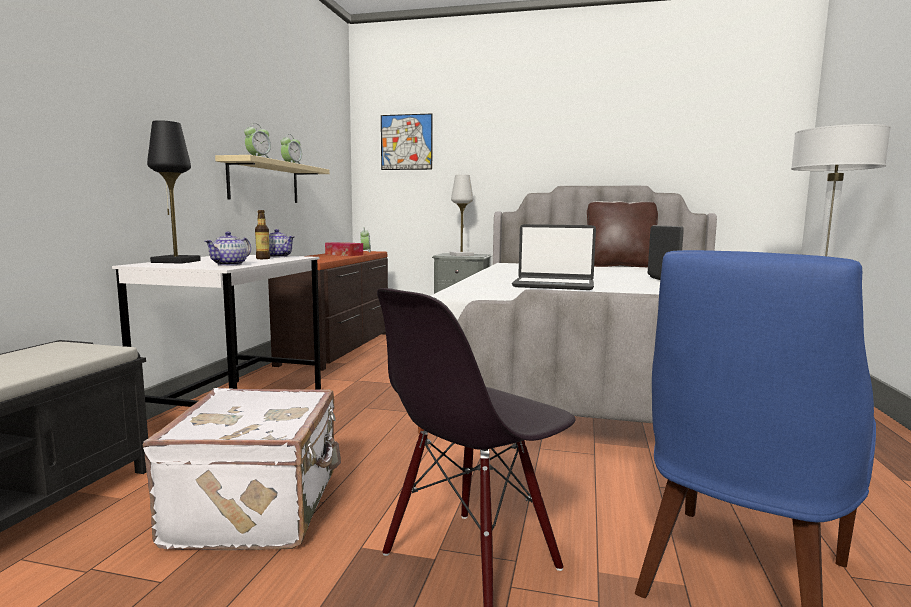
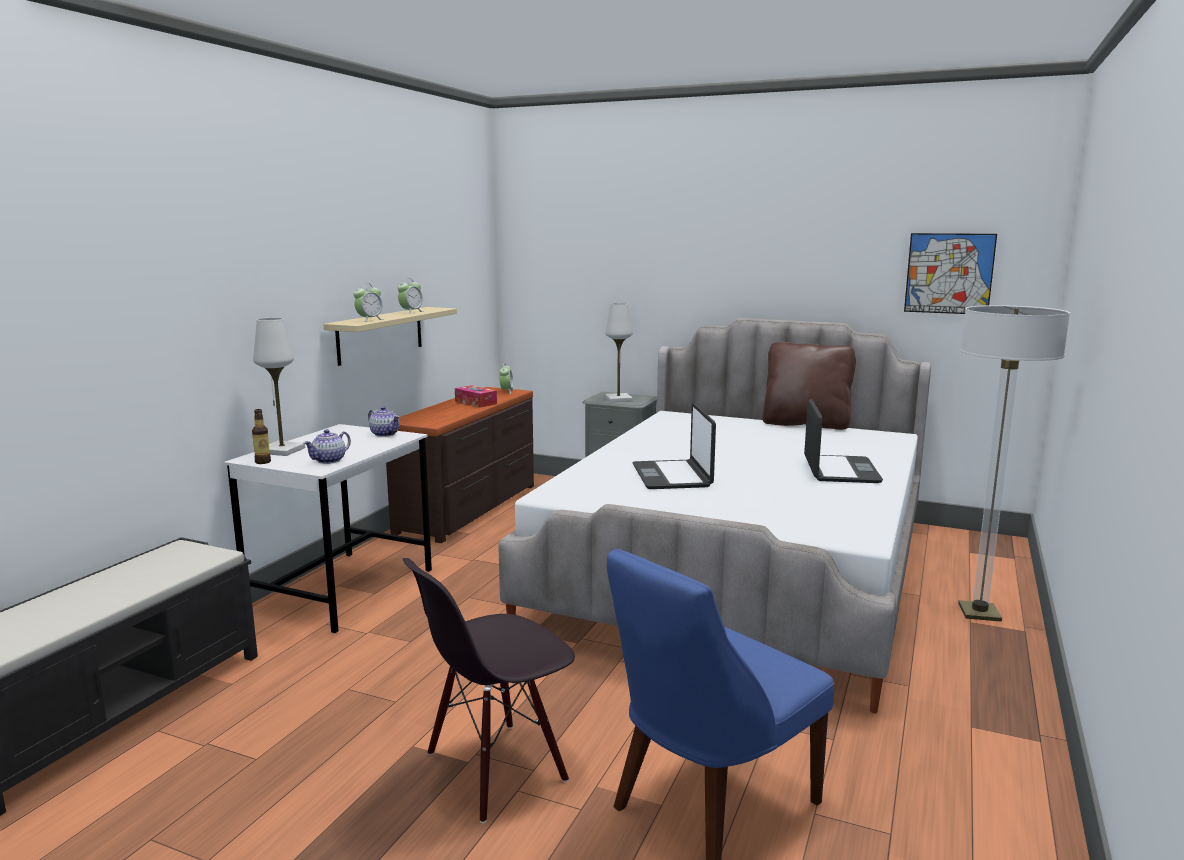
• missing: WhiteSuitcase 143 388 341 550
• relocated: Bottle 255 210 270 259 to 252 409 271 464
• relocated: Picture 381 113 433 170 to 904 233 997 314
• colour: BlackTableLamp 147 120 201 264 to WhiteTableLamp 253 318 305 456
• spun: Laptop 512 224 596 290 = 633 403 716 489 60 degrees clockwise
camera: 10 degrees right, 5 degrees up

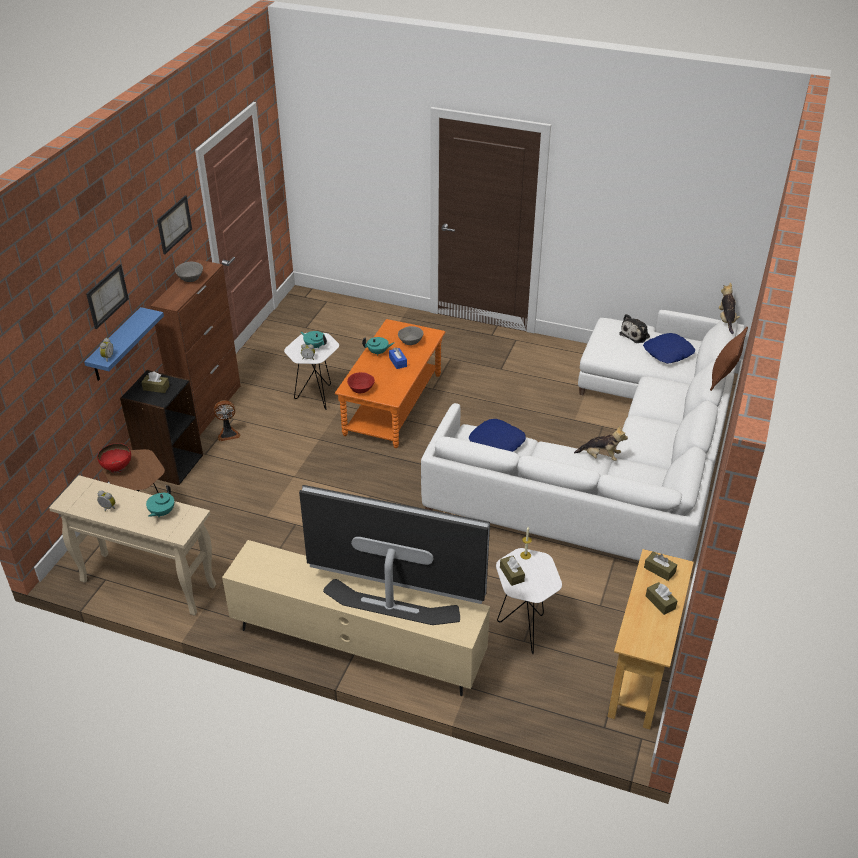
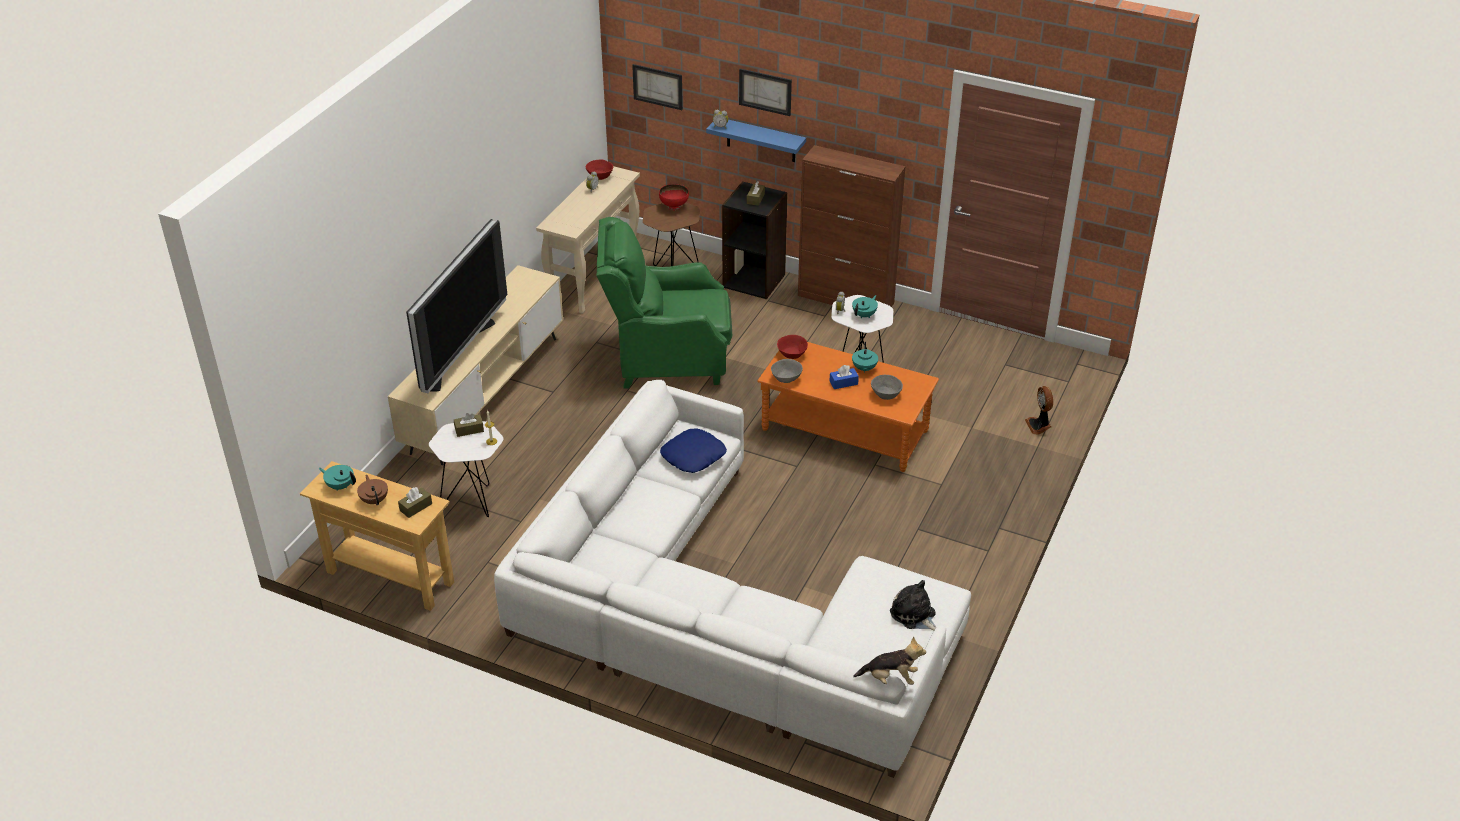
• missing: PlushToy 574 425 628 461
• missing: BluePillow 643 333 695 364
• missing: BrownPillow 710 327 748 391
• appeared: RedBowl 586 160 613 180
• appeared: GreenArmchair 596 217 732 388
• relocated: TurquoiseTeapot 146 485 174 517 to 319 465 356 490
• relocated: Picture 157 195 192 254 to 632 64 683 110
• relocated: GreyBowl 175 262 203 282 to 771 359 803 383
• relocated: Fan 214 400 241 441 to 1025 386 1053 435
• exchanged: BrownTissueBox 646 582 677 615 to BrownTeapot 357 475 388 505
camera: 95 degrees right, 0 degrees up

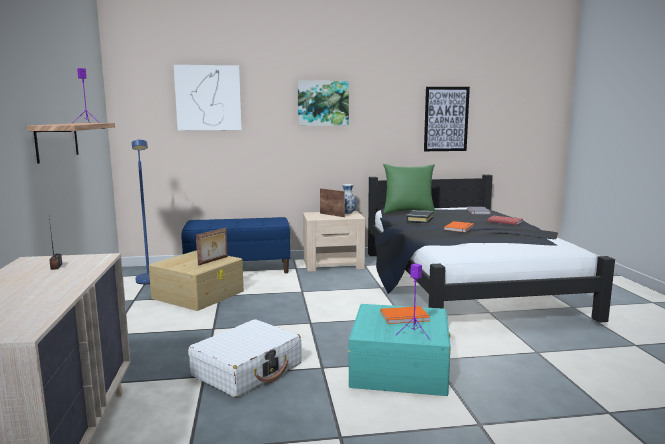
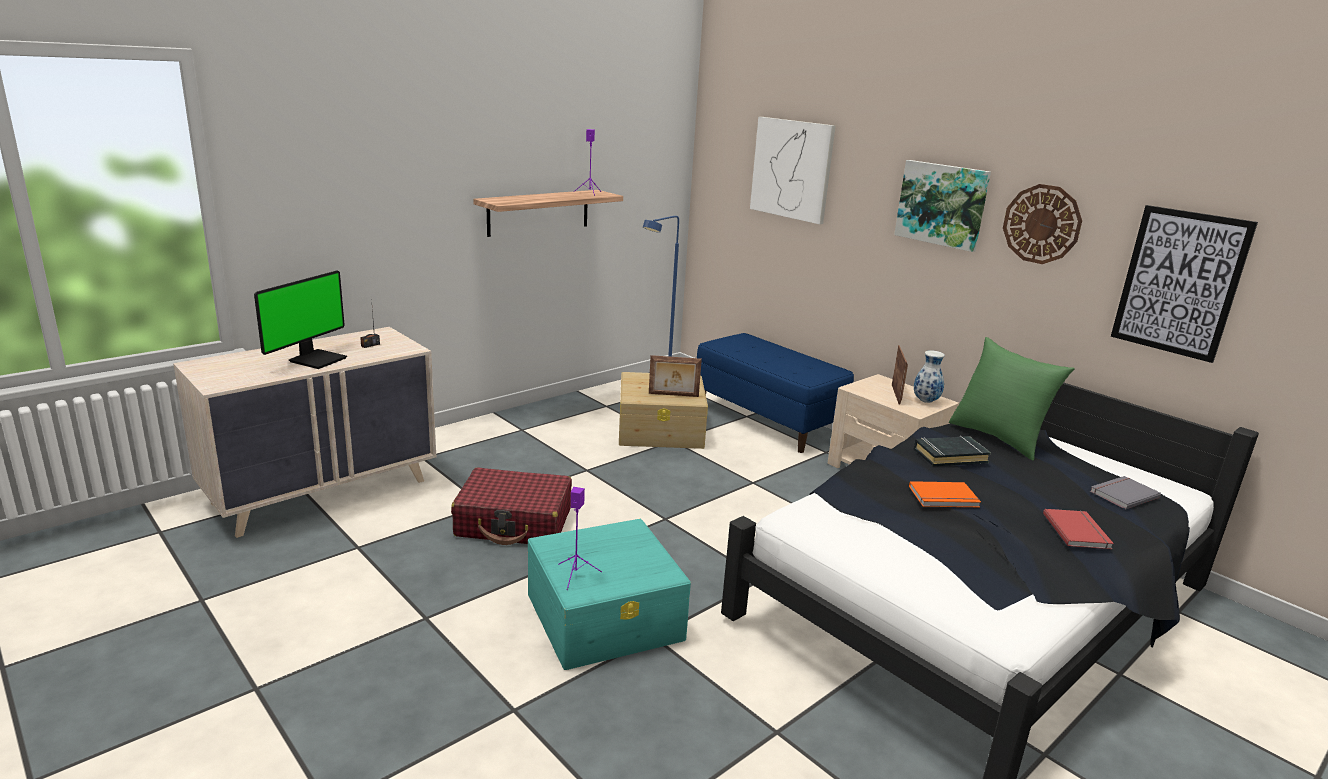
• missing: OrangeBook 381 306 430 324
• appeared: Monitor 254 271 347 369
• appeared: WallClock 1003 184 1082 264
• colour: WhiteSuitcase 188 319 302 398 to RedSuitcase 451 467 572 545
camera: 55 degrees right, 10 degrees up

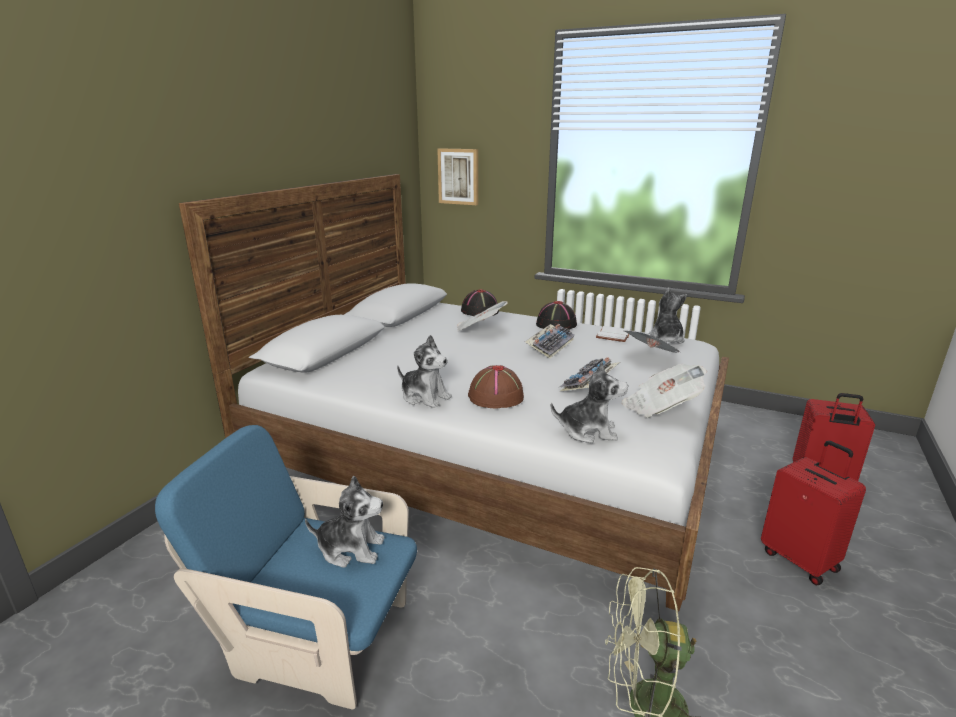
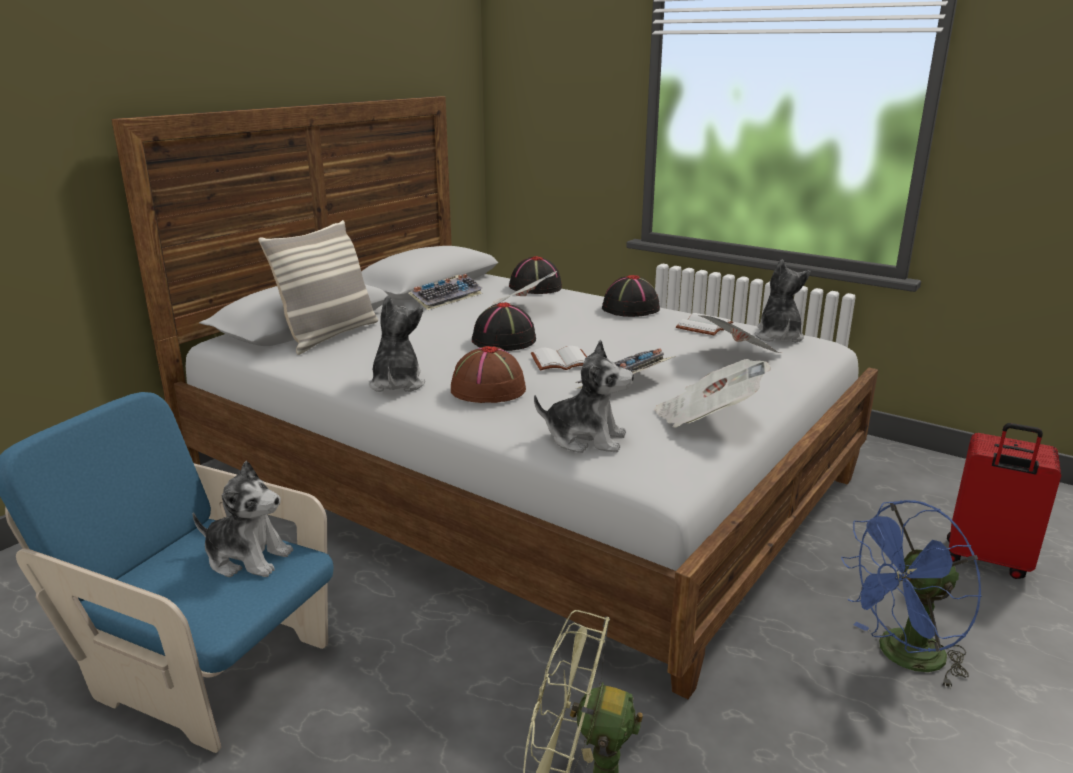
• missing: Picture 437 148 478 205
• appeared: Pillow 258 220 378 355
• appeared: BlackHat 472 302 536 351
• appeared: WhiteBook 531 346 587 371
• relocated: Keyboard 525 324 575 359 to 408 274 483 310
• exchanged: RedSuitcase 761 441 866 585 to BlueFan 841 500 982 690
• spun: PlushToy 397 335 452 408 = 369 296 425 392 135 degrees counterclockwise
camera: 10 degrees right, 0 degrees up

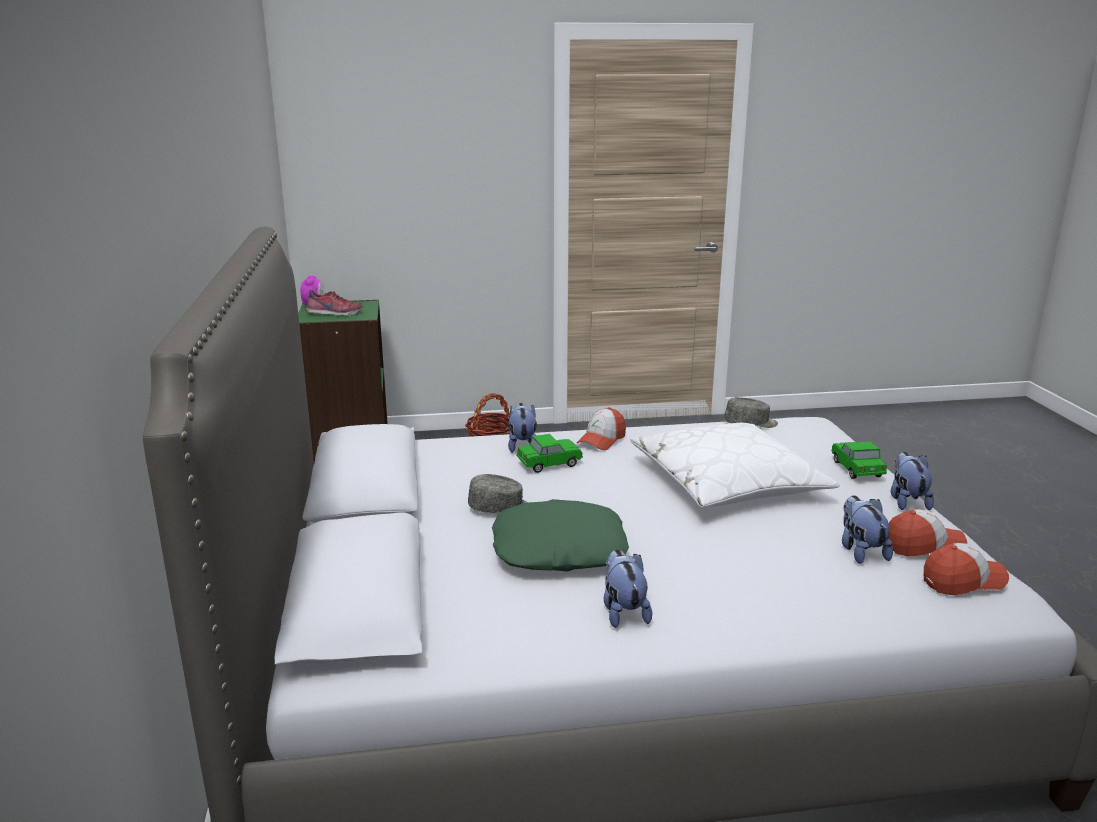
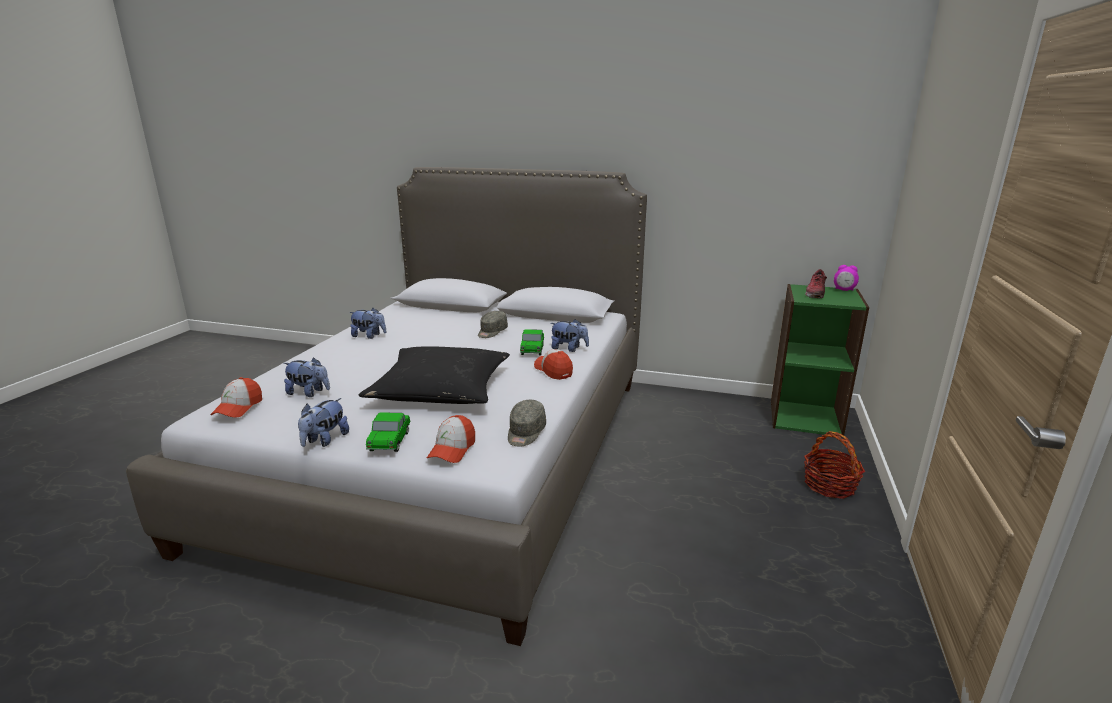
• missing: GreenPillow 492 499 629 572
• relocated: Cap 888 509 967 556 to 427 415 475 463
• colour: WhitePillow 630 423 840 508 to BlackPillow 359 346 510 404
• spun: ToyCar 831 441 887 479 = 366 412 410 452 75 degrees clockwise
• spun: PlushToy 891 452 934 510 = 298 398 349 447 90 degrees clockwise
camera: 115 degrees right, 0 degrees up

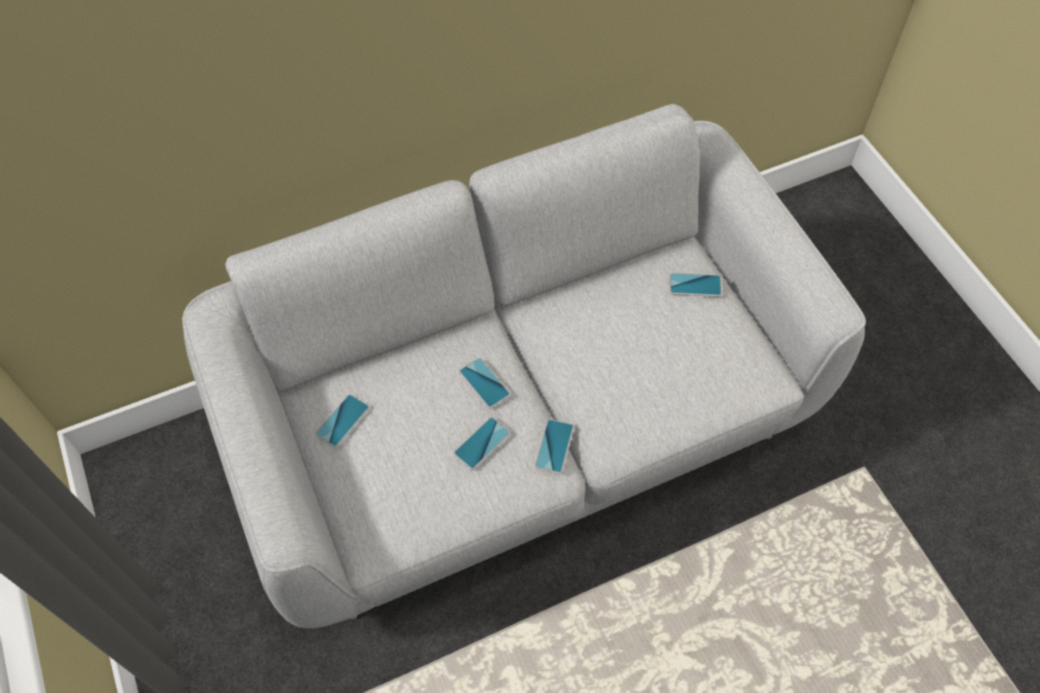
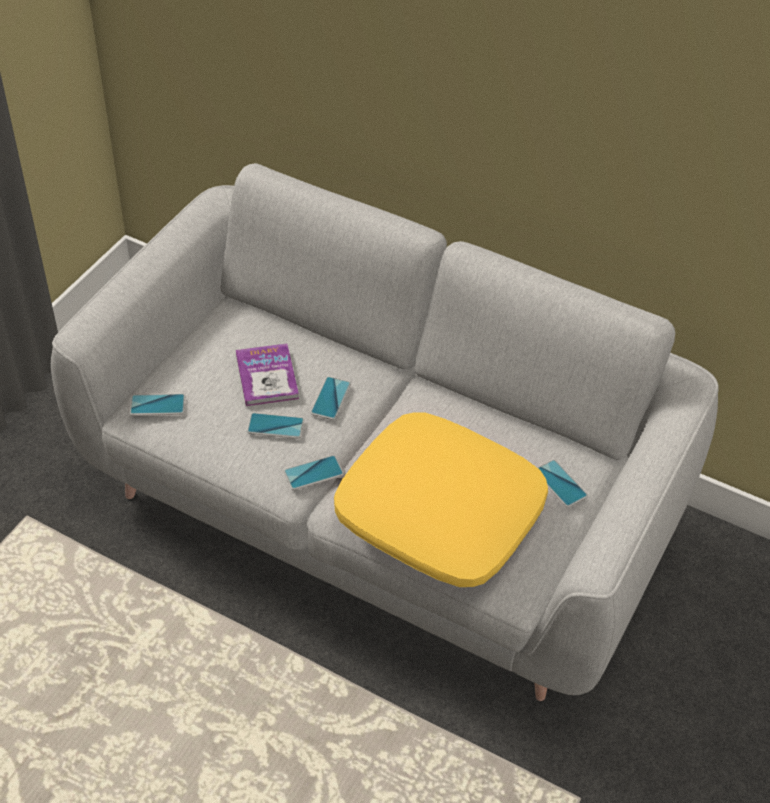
• appeared: Book 236 344 299 406
• appeared: YellowPillow 334 412 548 587
• relocated: Phone 315 394 370 448 to 129 394 185 416
camera: 50 degrees right, 10 degrees down

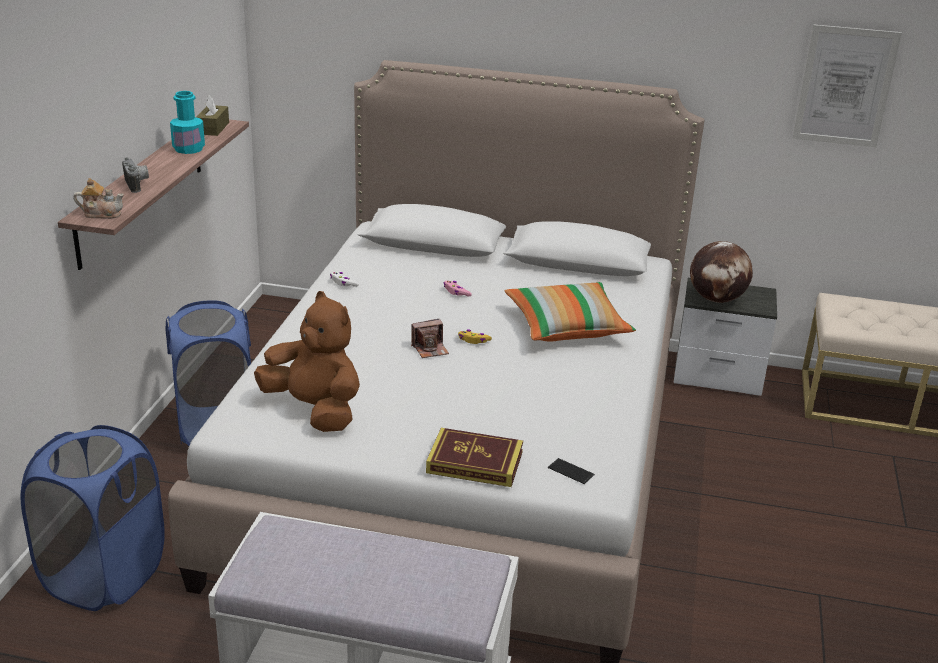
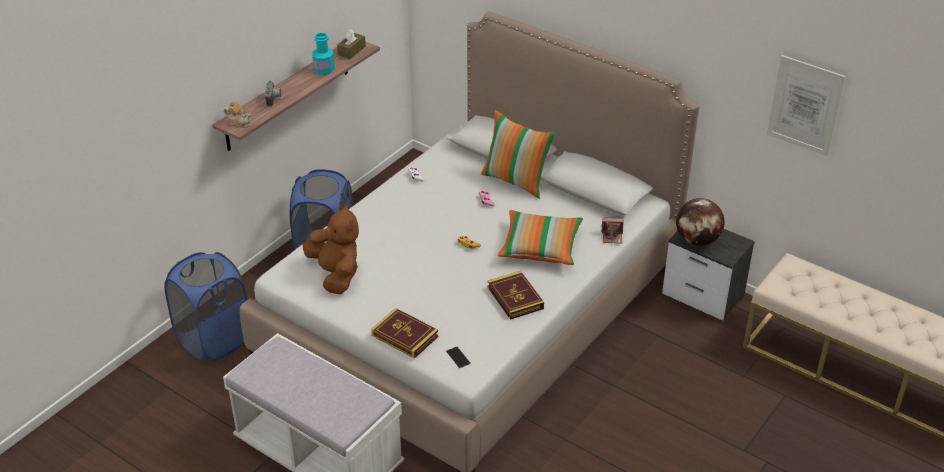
• appeared: Pillow 481 110 556 199
• appeared: Book 487 271 544 320
• relocated: PhotoCamera 411 319 449 358 to 601 217 624 244
camera: 25 degrees right, 10 degrees up

